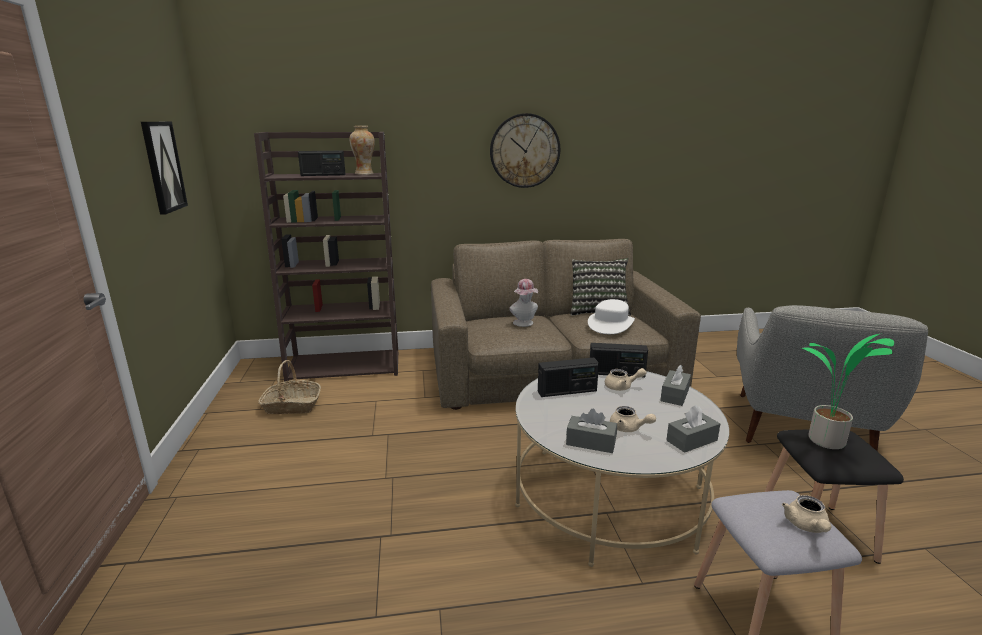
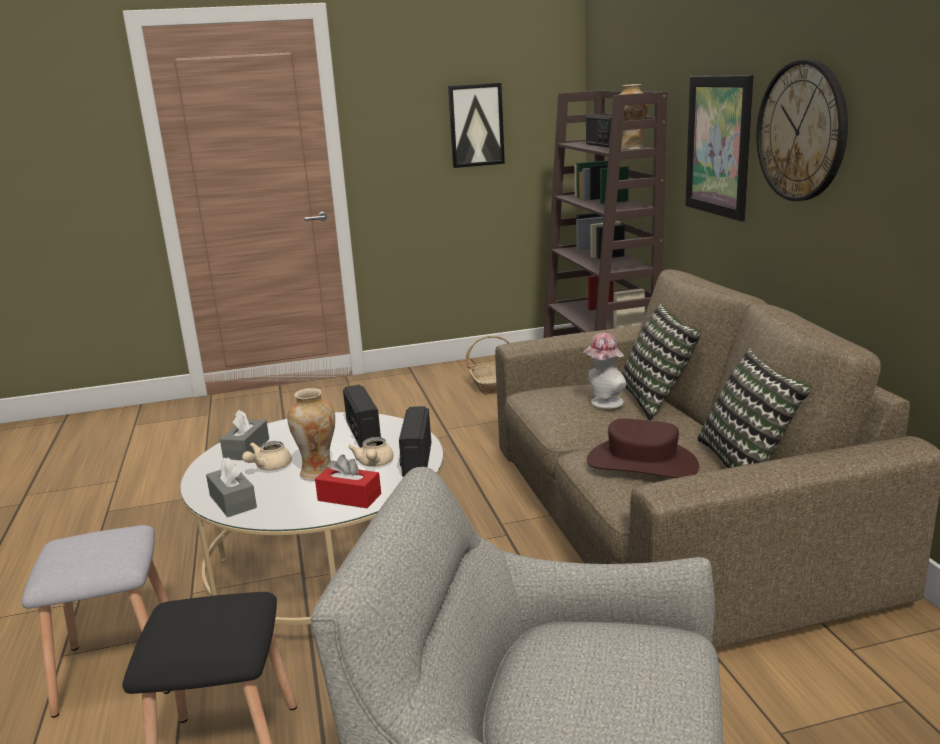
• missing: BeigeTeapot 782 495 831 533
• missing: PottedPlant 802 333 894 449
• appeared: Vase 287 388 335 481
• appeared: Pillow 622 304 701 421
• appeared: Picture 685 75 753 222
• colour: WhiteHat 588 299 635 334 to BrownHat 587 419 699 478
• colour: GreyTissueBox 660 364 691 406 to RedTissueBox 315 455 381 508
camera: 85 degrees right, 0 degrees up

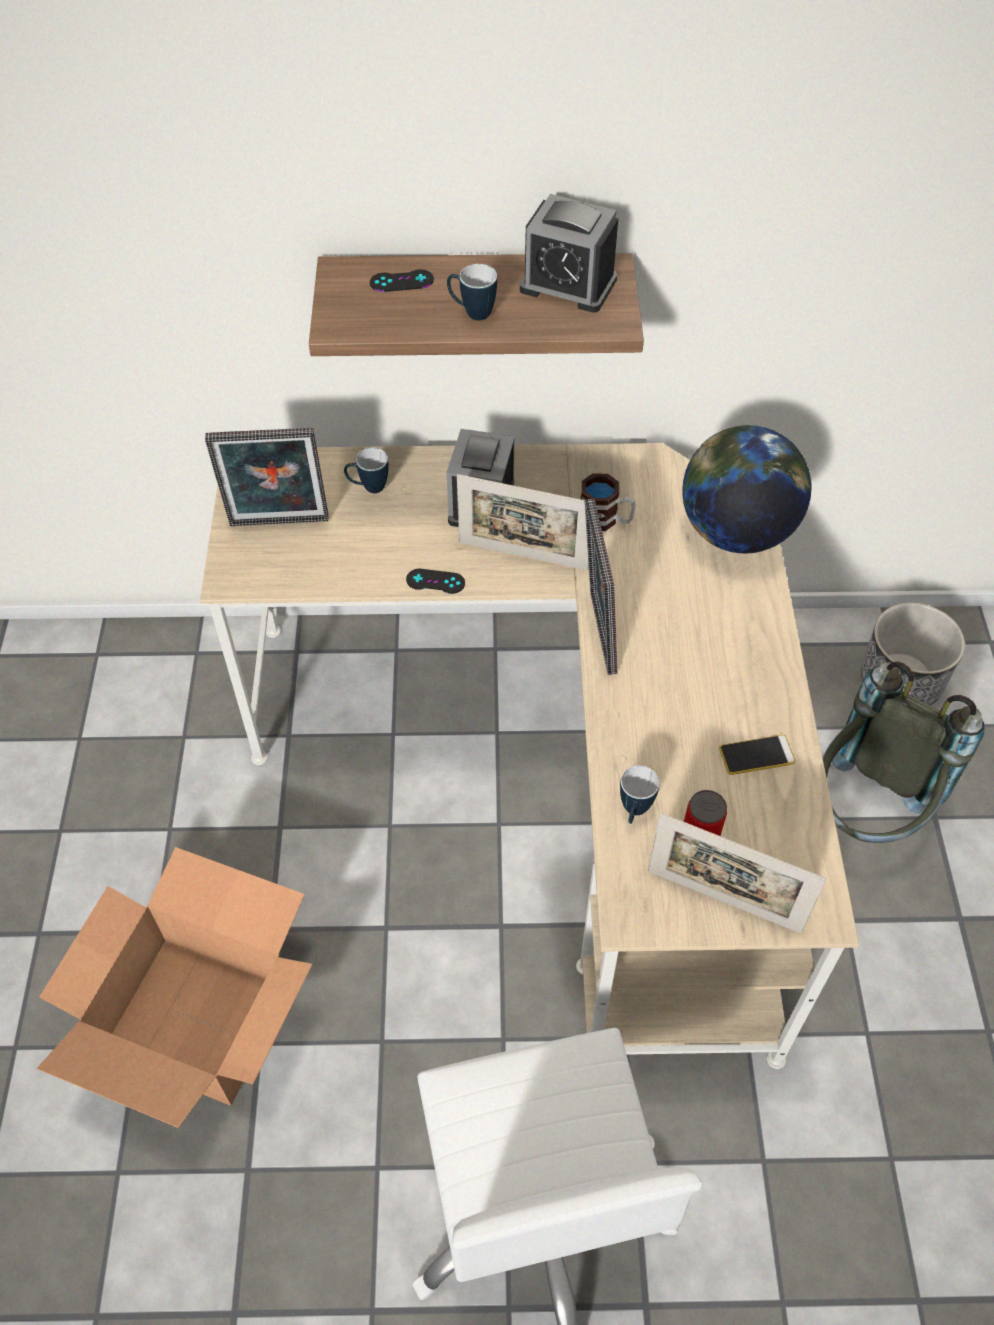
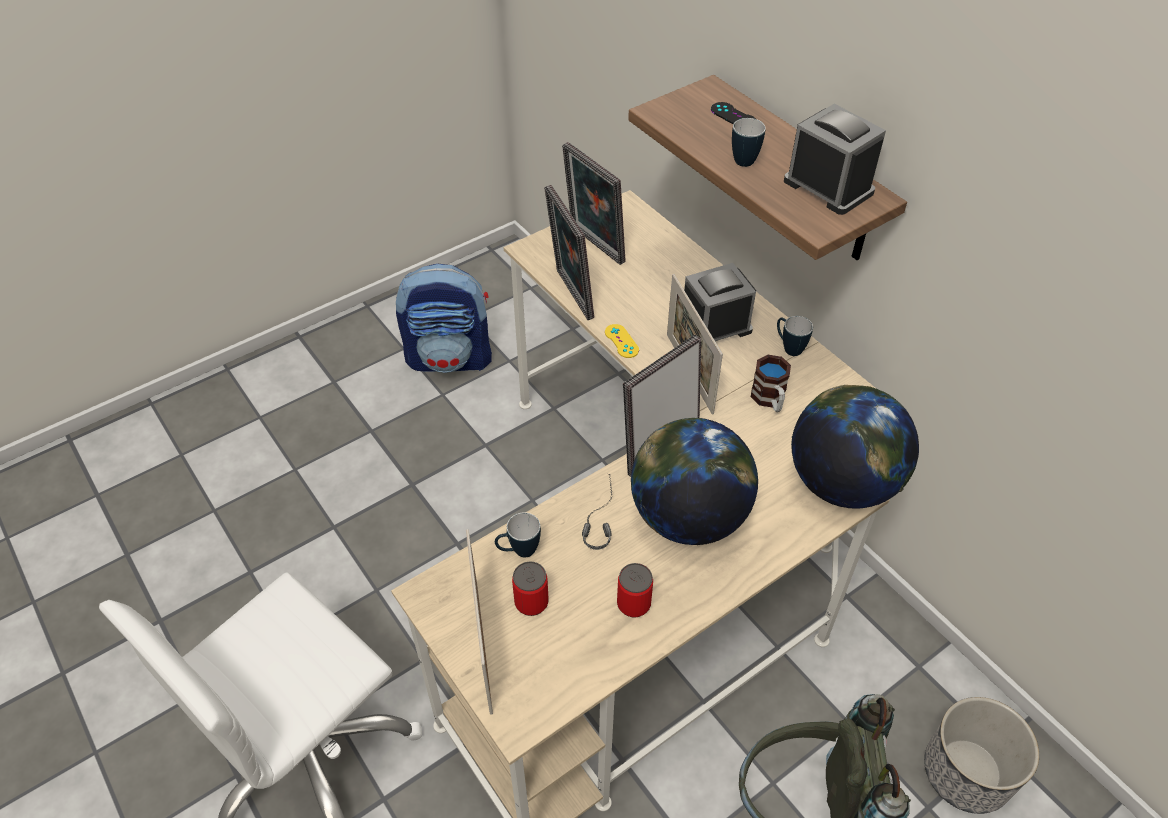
• missing: CardboardBox 37 847 312 1128
• appeared: Backpack 396 264 492 373
• appeared: PictureFrame 544 185 594 320
• appeared: Headphones 582 474 612 550
• appeared: Globe 631 418 758 545
• relocated: Mug 344 447 389 493 to 777 316 813 356
• exchanged: Phone 719 735 795 775 to Can 617 563 653 618
• colour: BlackGameController 406 569 465 594 to YellowGameController 605 324 639 358
• spun: AlarmClock 520 194 618 313 = 784 104 886 215 150 degrees clockwise
camera: 55 degrees right, 5 degrees down

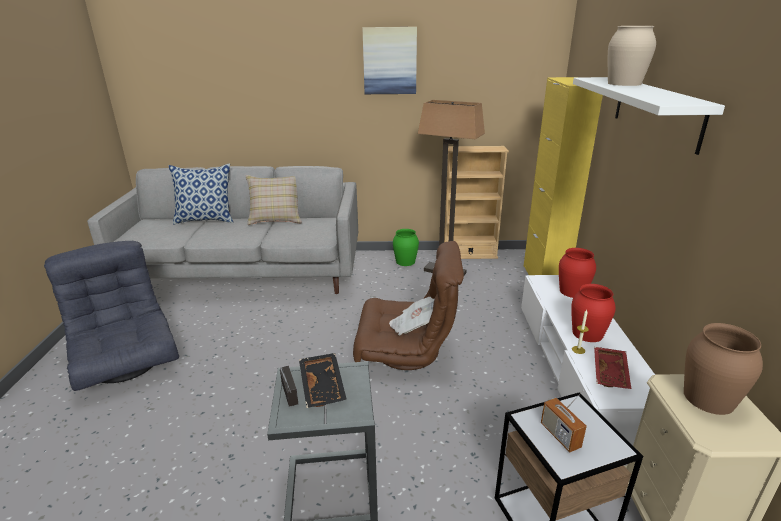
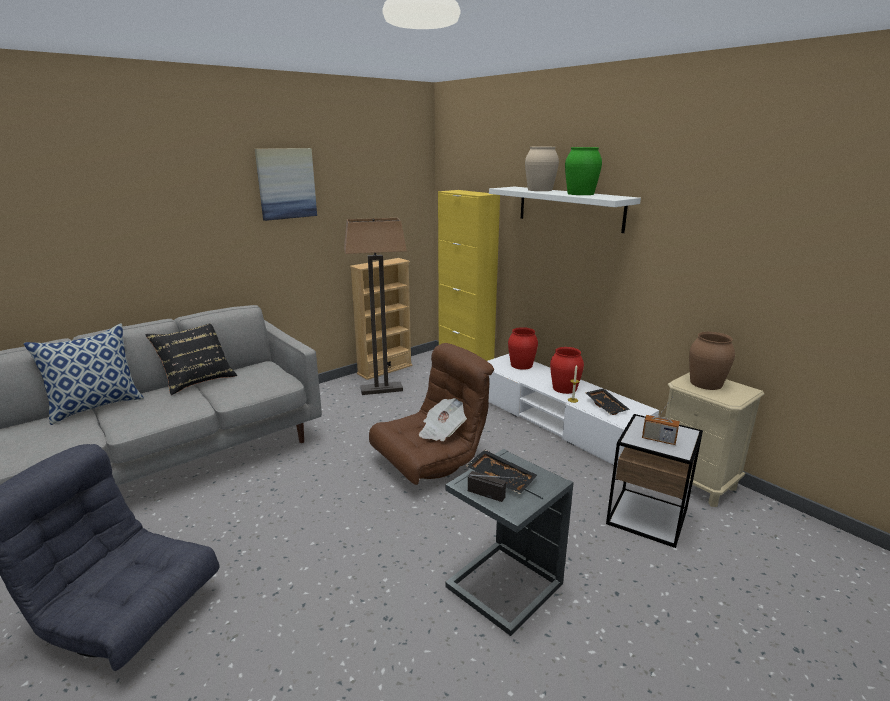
• relocated: GreenVase 393 229 419 266 to 565 147 602 195
• colour: BeigePillow 245 175 302 225 to BlackPillow 145 323 237 395
• colour: RedTray 594 347 631 389 to BlackTray 586 389 629 415
camera: 40 degrees left, 5 degrees down

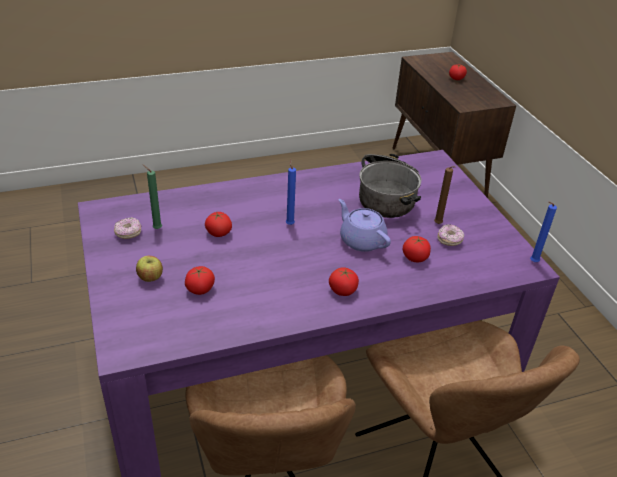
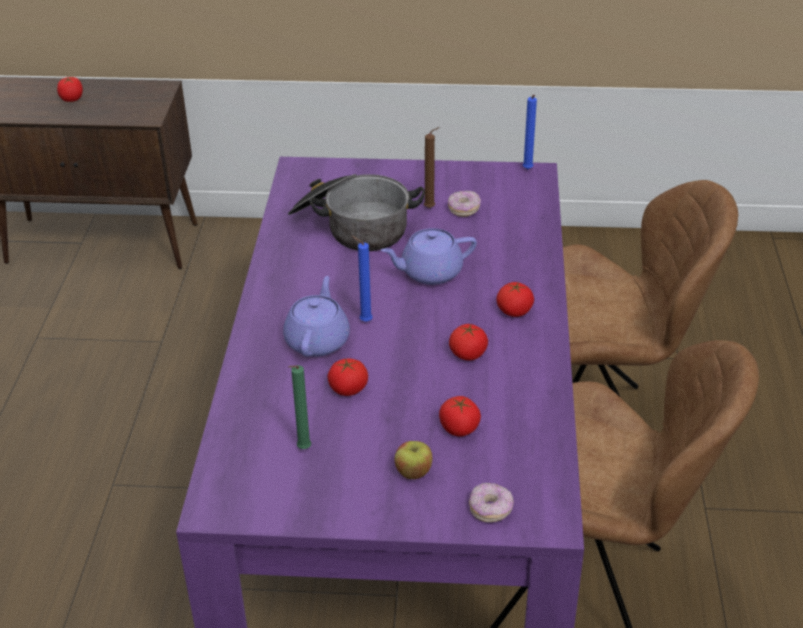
• appeared: PurpleTeapot 283 276 350 357
• relocated: Donut 114 217 142 239 to 469 483 514 522
• relocated: Tomato 402 236 431 262 to 449 324 488 360
camera: 65 degrees left, 0 degrees up

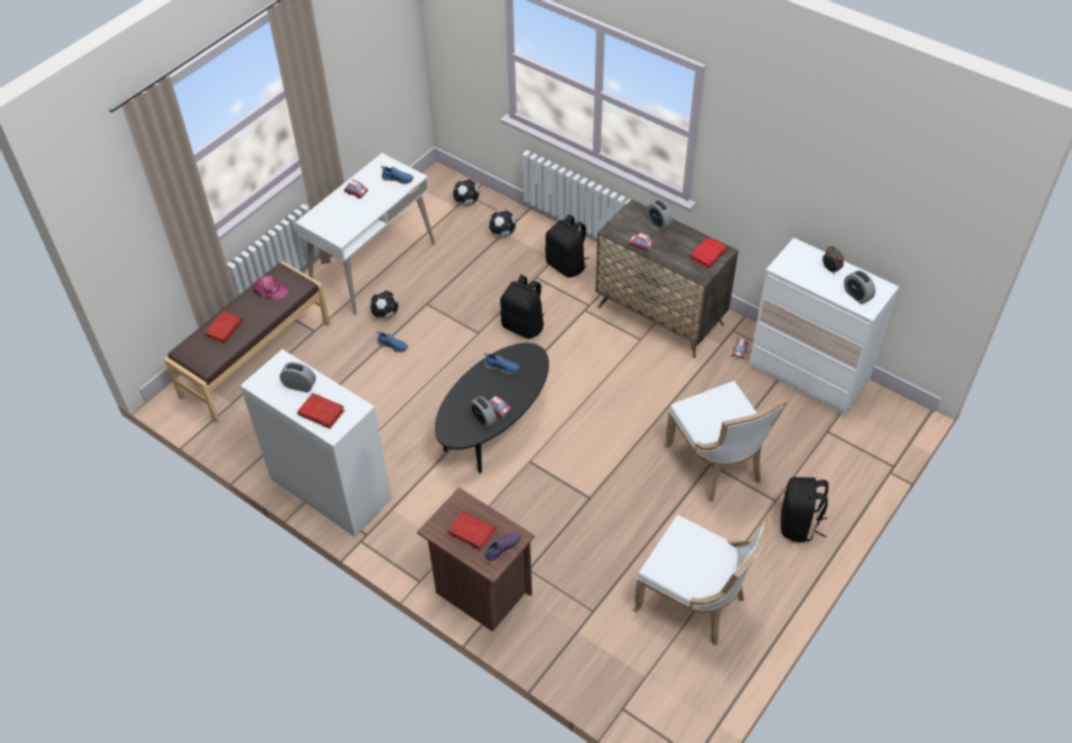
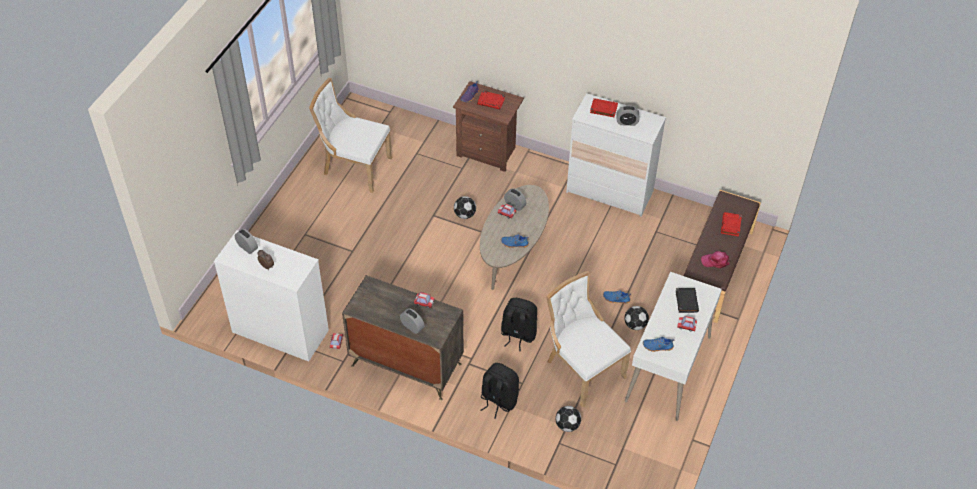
• missing: RedBook 689 236 728 269
• missing: BlackBackpack 780 477 828 542
• appeared: BlackBook 676 288 699 313
• relocated: Football 453 179 479 206 to 454 196 476 219
• relocated: WhiteChair 664 381 788 502 to 546 271 631 408
• colour: BlackCoffeeTable 435 343 549 473 to BeigeCoffeeTable 480 185 549 290
camera: 165 degrees right, 0 degrees up

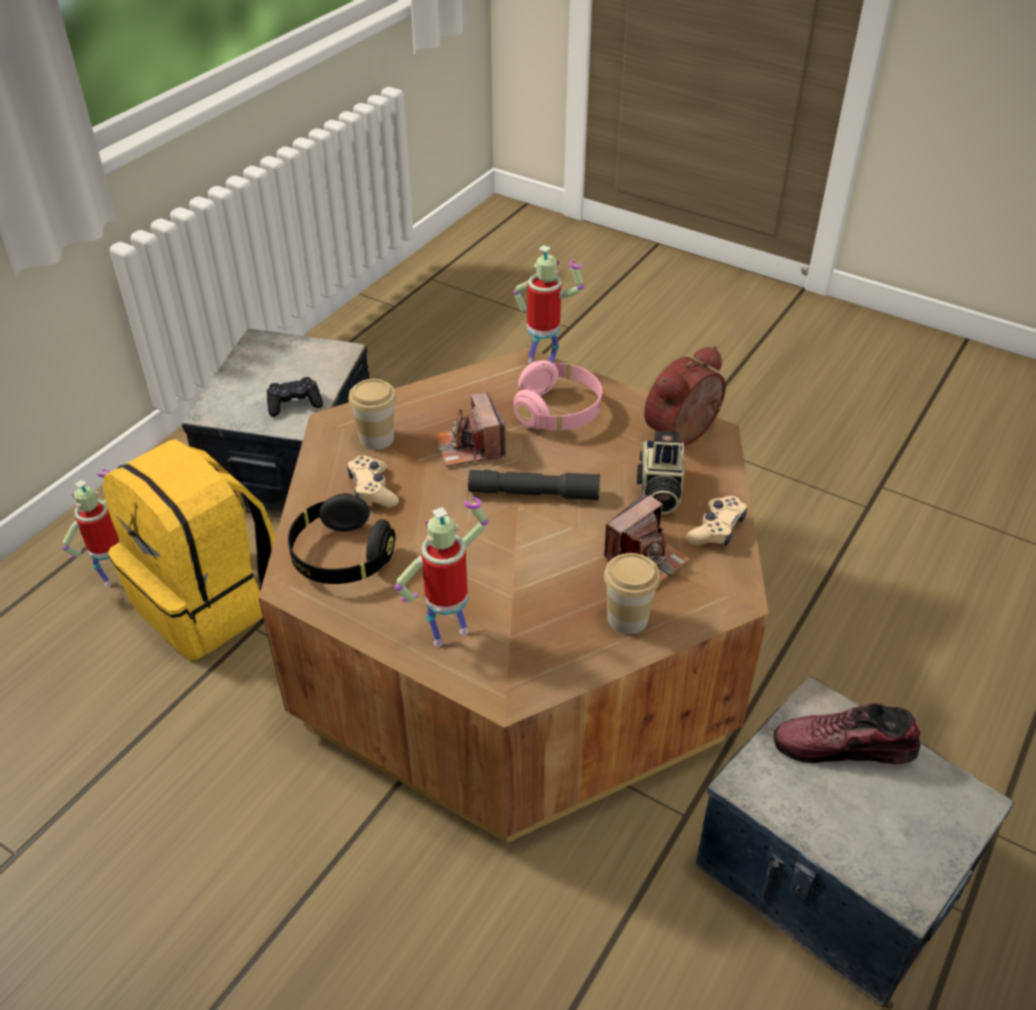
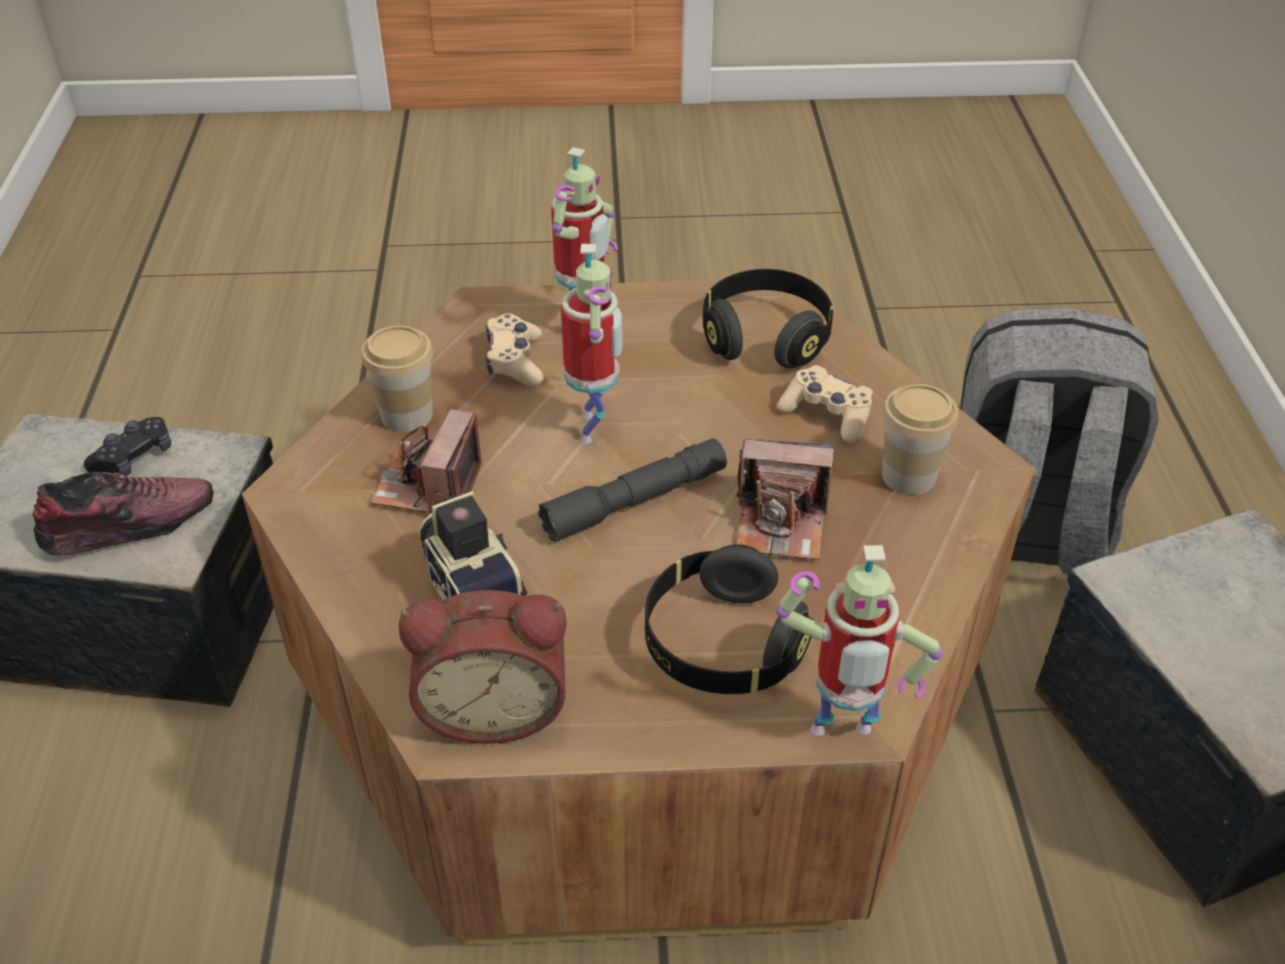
• relocated: ToyRobot 62 469 120 587 to 561 244 623 444
• relocated: BlackGameController 267 377 323 417 to 84 417 171 476
• relocated: BeigeGameController 686 496 747 546 to 485 313 544 386
• colour: YellowBackpack 103 439 275 660 to GreyBackpack 958 307 1159 576
• colour: PinkHeadphones 514 360 602 431 to BlackHeadphones 645 544 814 694
• spun: PhotoCamera 435 392 506 467 = 735 439 834 560 150 degrees clockwise
• spun: AlarmClock 644 346 726 445 = 398 590 567 744 75 degrees clockwise
camera: 145 degrees right, 0 degrees up

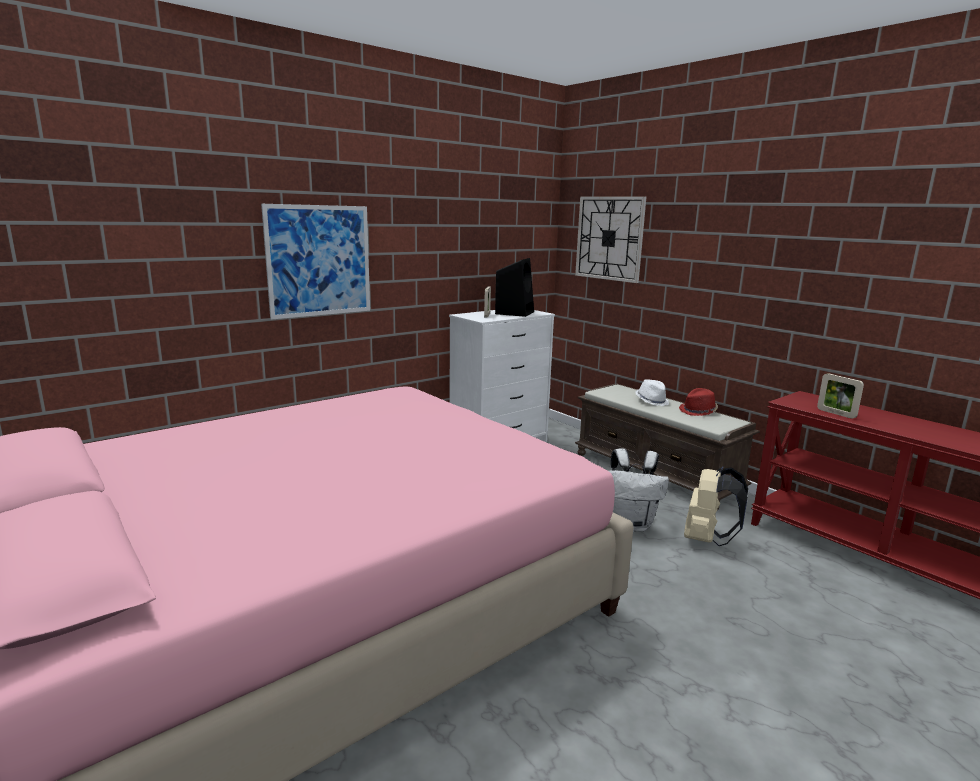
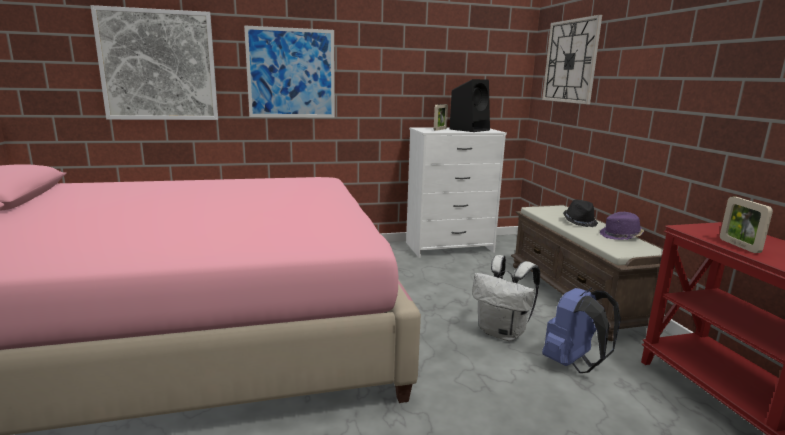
• appeared: Picture 90 5 218 120
• colour: WhiteHat 635 380 669 406 to BlackHat 563 199 598 227
• colour: RedHat 679 388 718 416 to PurpleHat 600 212 644 240
• colour: BeigeBackpack 684 467 748 546 to BlueBackpack 542 288 621 373
camera: 25 degrees right, 0 degrees up

